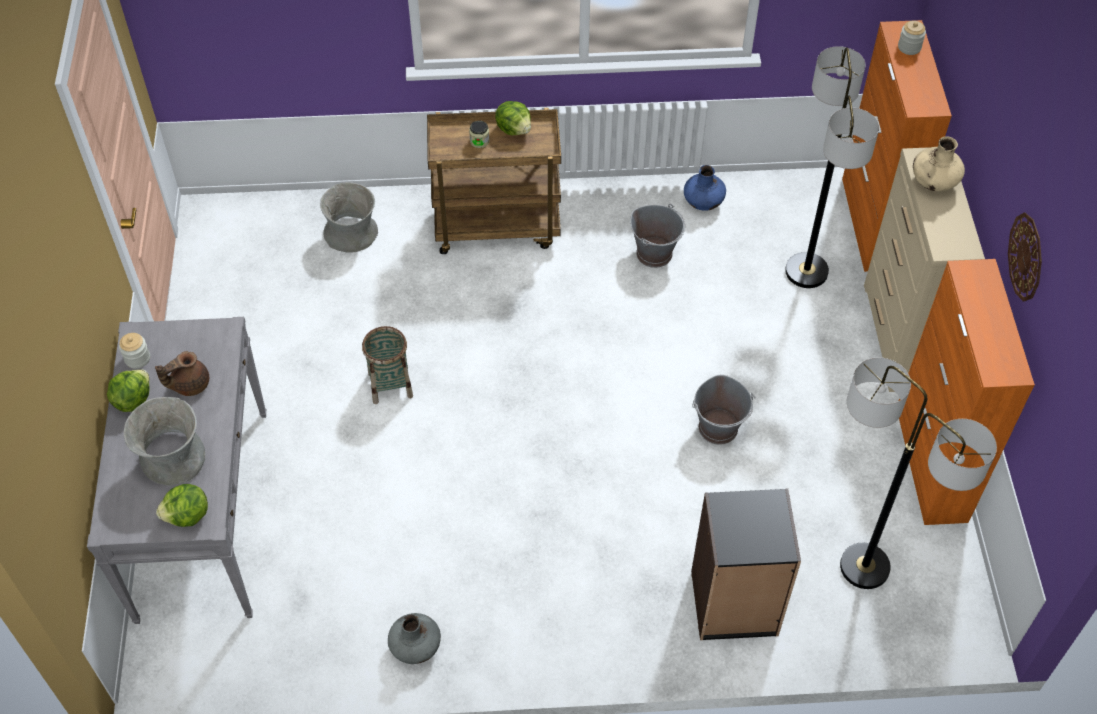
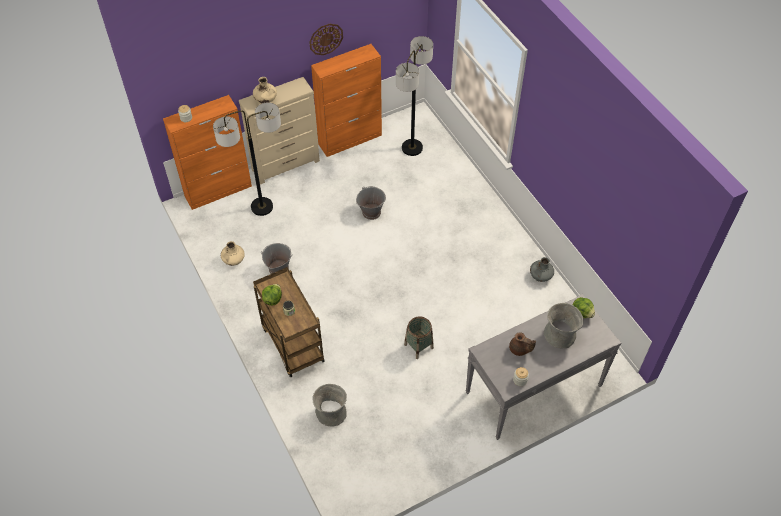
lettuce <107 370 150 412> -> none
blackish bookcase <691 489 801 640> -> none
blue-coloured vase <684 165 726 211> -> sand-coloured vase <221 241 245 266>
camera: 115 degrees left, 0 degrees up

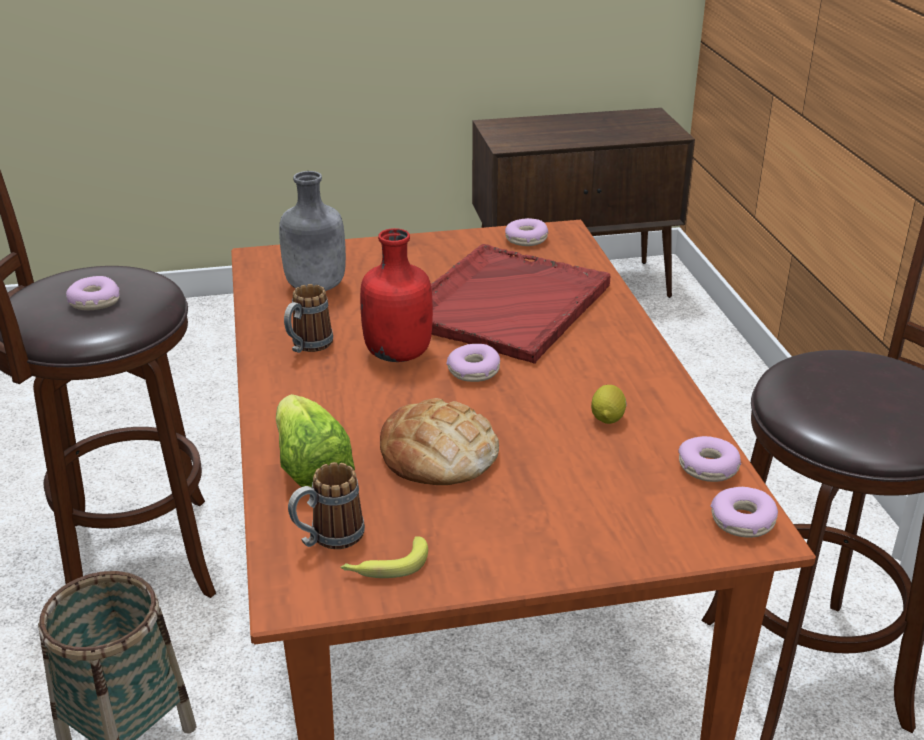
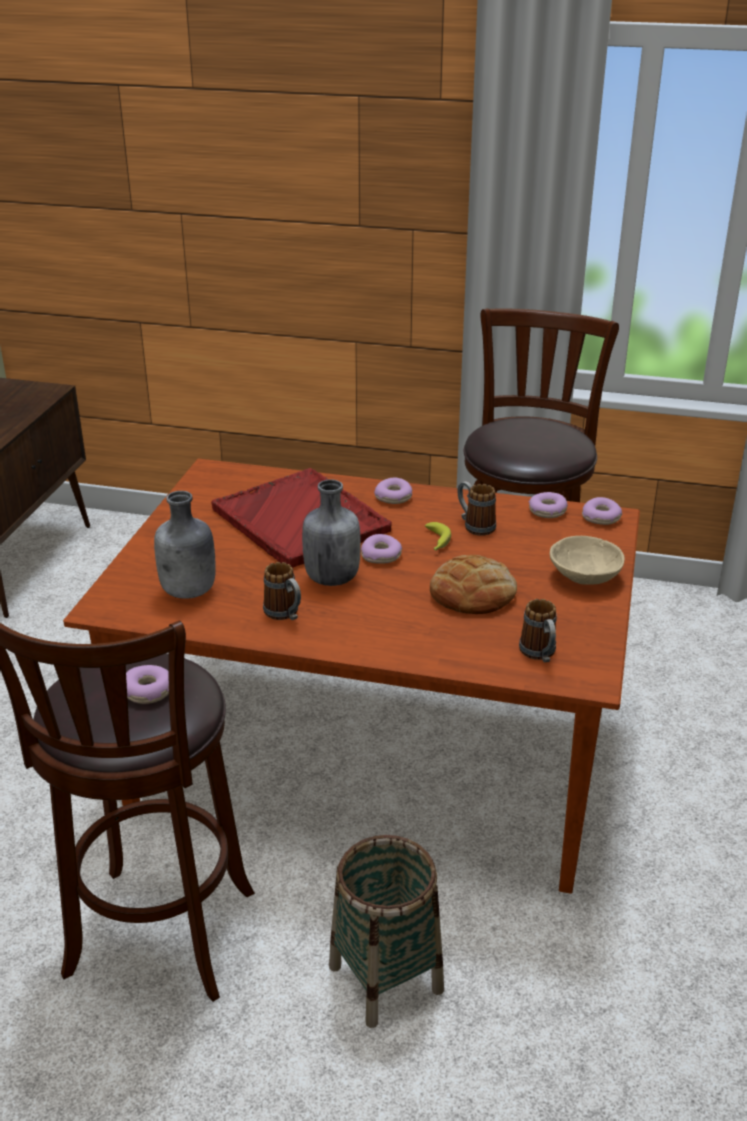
lettuce <276 394 355 488> -> none
none -> sand-coloured serving bowl <550 536 625 585>
whole banana <340 536 428 578> -> whole banana <425 522 451 551>, moved
doughnut <505 218 549 246> -> doughnut <374 477 413 504>, moved
citrus fruit <591 385 626 424> -> mug <458 481 496 536>
red-coloured bottle <360 228 433 362> -> greyish bottle <302 479 361 586>
camera: 65 degrees left, 0 degrees up

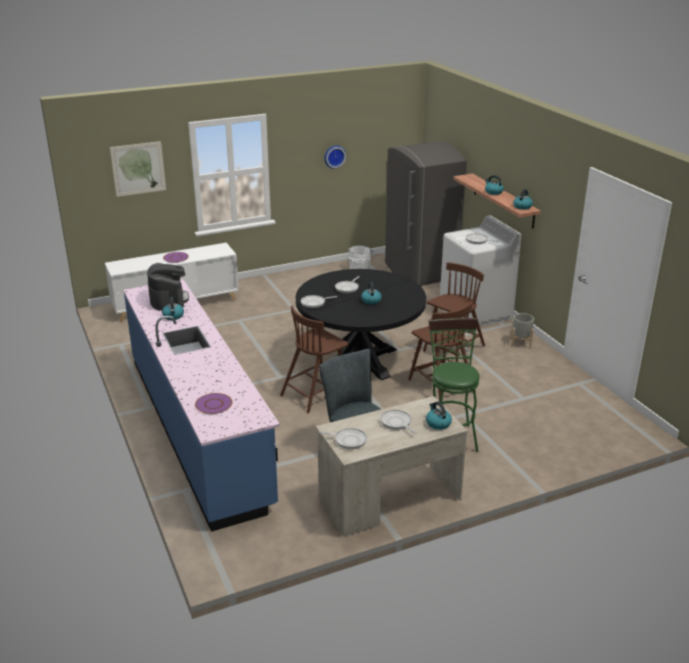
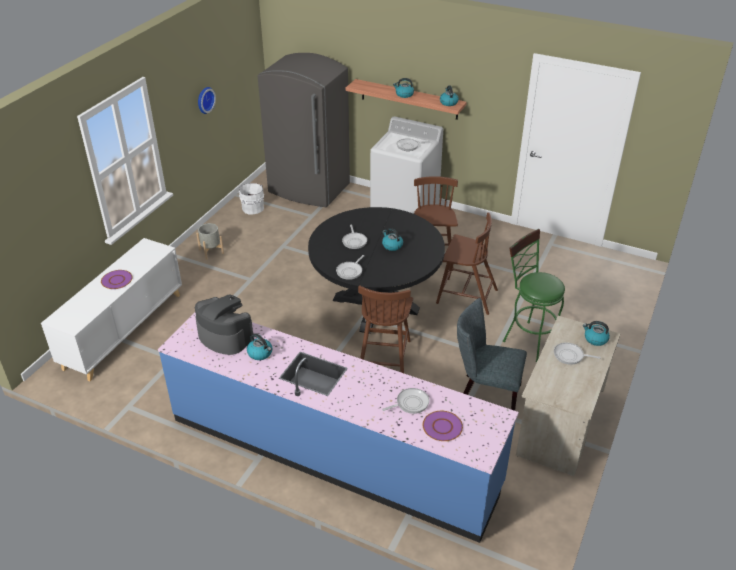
wall art <110 141 166 197> -> none
pan <319 428 367 449> -> pan <382 388 429 414>, moved
greyish flower pot <511 313 534 349> -> greyish flower pot <196 223 224 260>, moved
camera: 40 degrees left, 10 degrees up

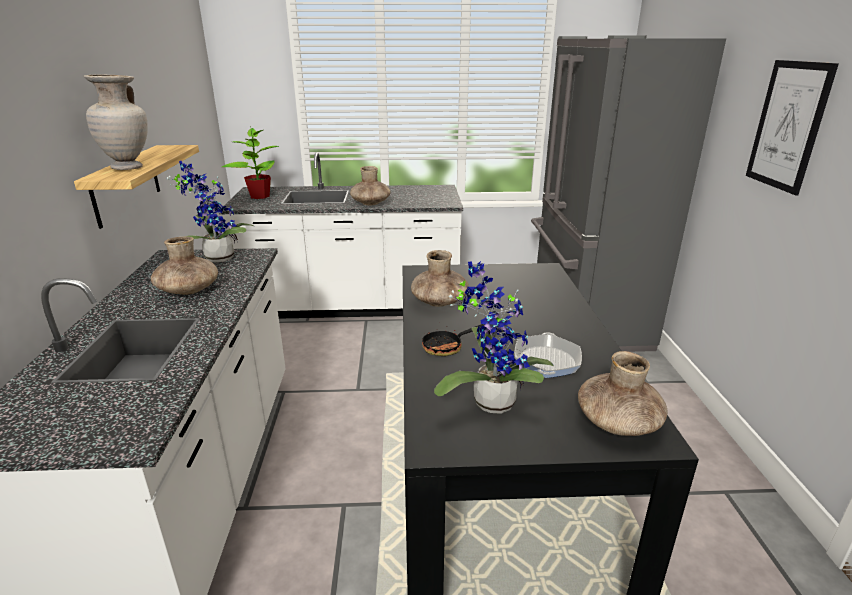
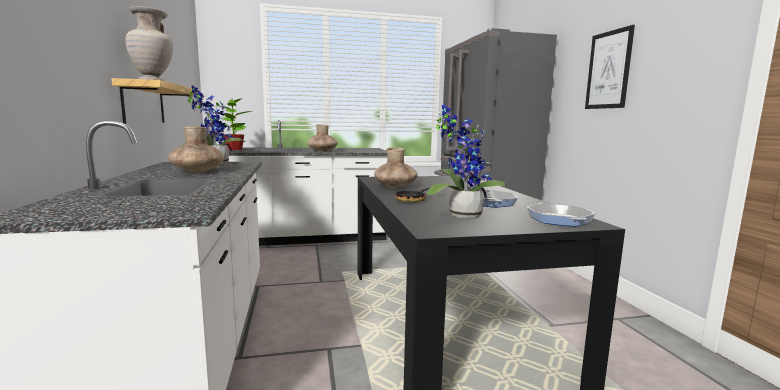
brown-coloured vase <578 351 668 436> -> pan <527 203 596 227>
camera: 10 degrees left, 15 degrees down

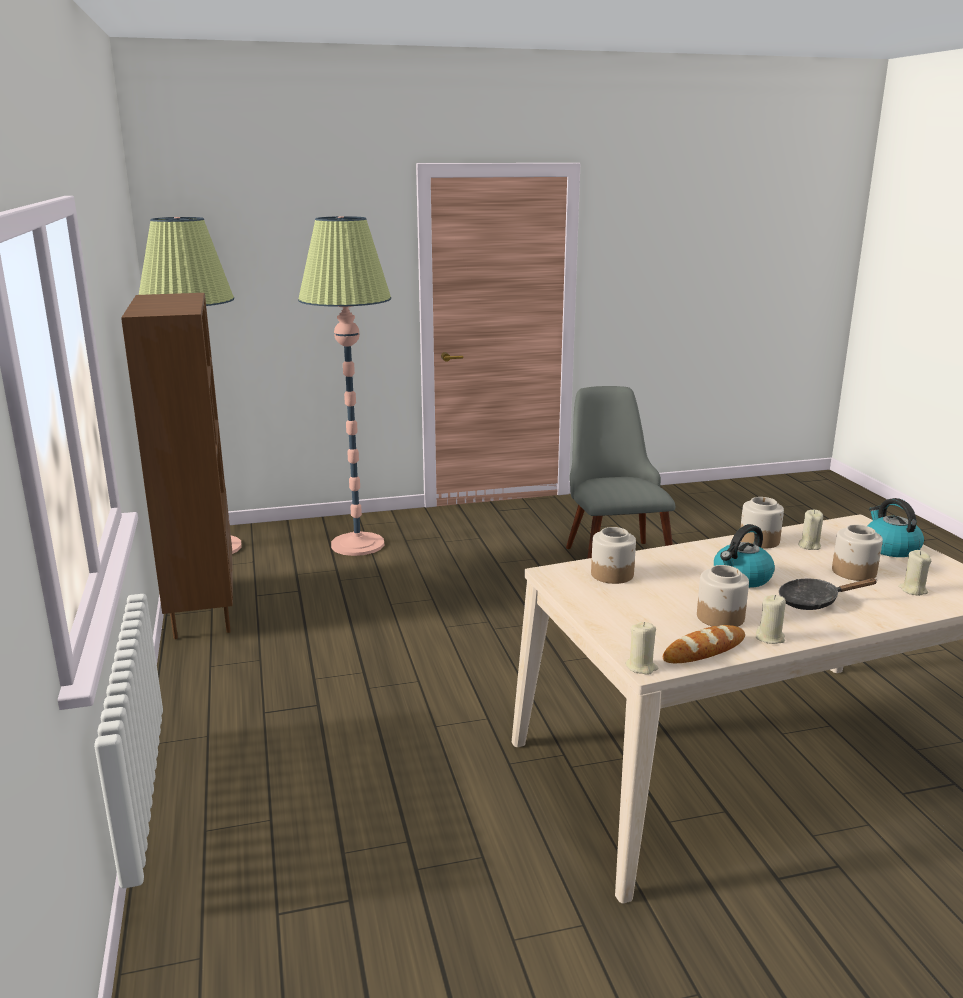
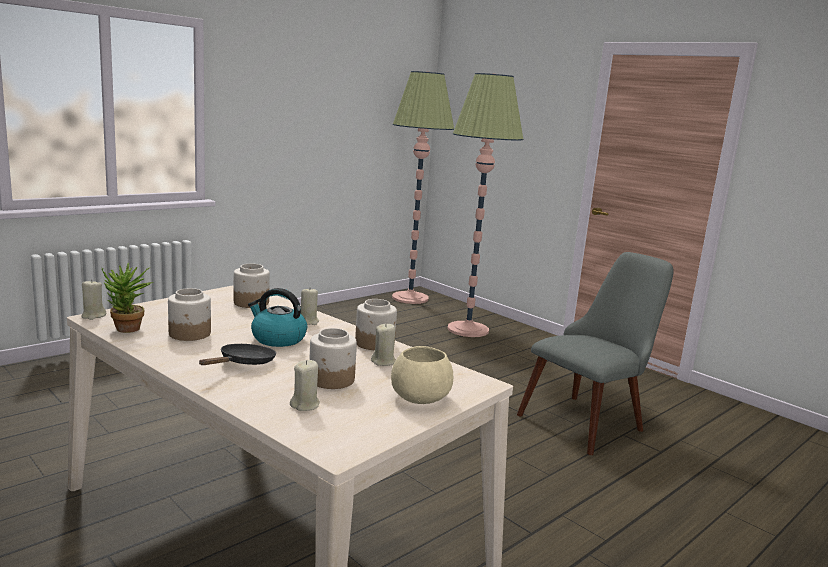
brown-coloured bookcase <121 293 233 639> -> none
sand-coloured wax candle <756 595 786 644> -> sand-coloured wax candle <301 289 319 325>, moved
bread <663 625 745 663> -> houseplant <102 262 153 333>
water kettle <868 498 924 557> -> sand-coloured serving bowl <391 346 453 404>
blackish pan <779 578 878 610> -> blackish pan <199 344 276 365>, 60 degrees clockwise
camera: 60 degrees right, 5 degrees down

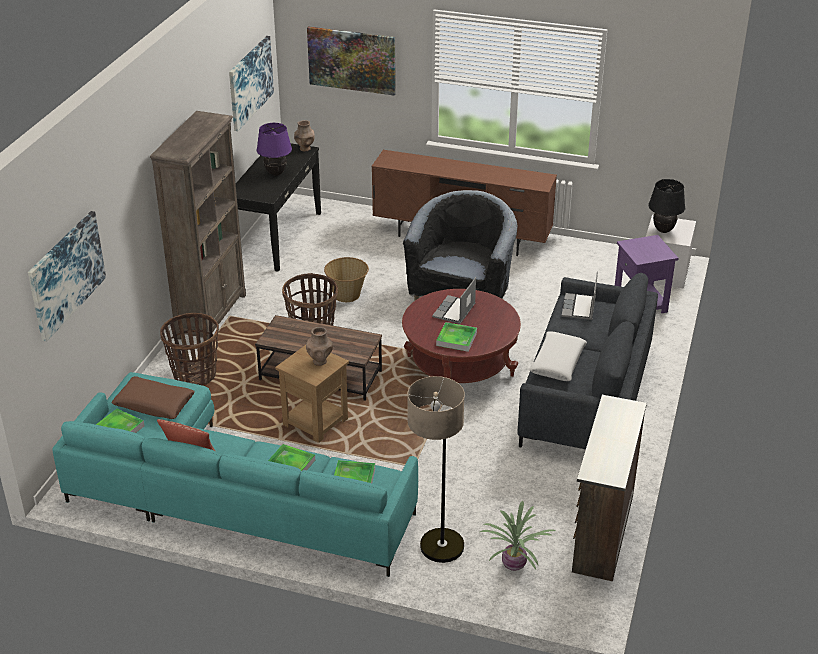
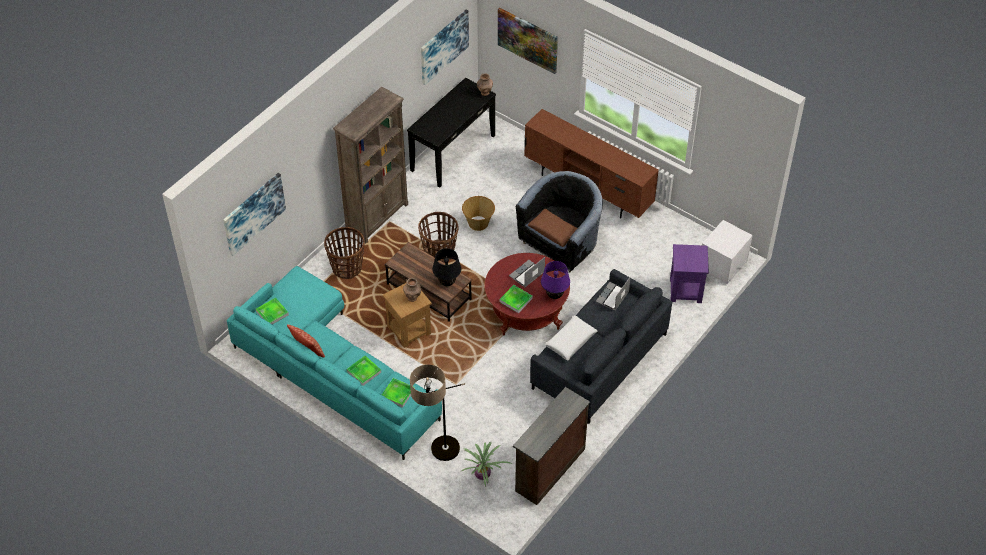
brown-coloured cushion <112 376 195 419> -> brown-coloured cushion <528 209 577 247>, moved
purplish tabletop lamp <257 123 292 176> -> purplish tabletop lamp <541 261 570 299>, moved
blackish tabletop lamp <648 179 685 233> -> blackish tabletop lamp <432 248 461 286>, moved
camera: 20 degrees right, 15 degrees up

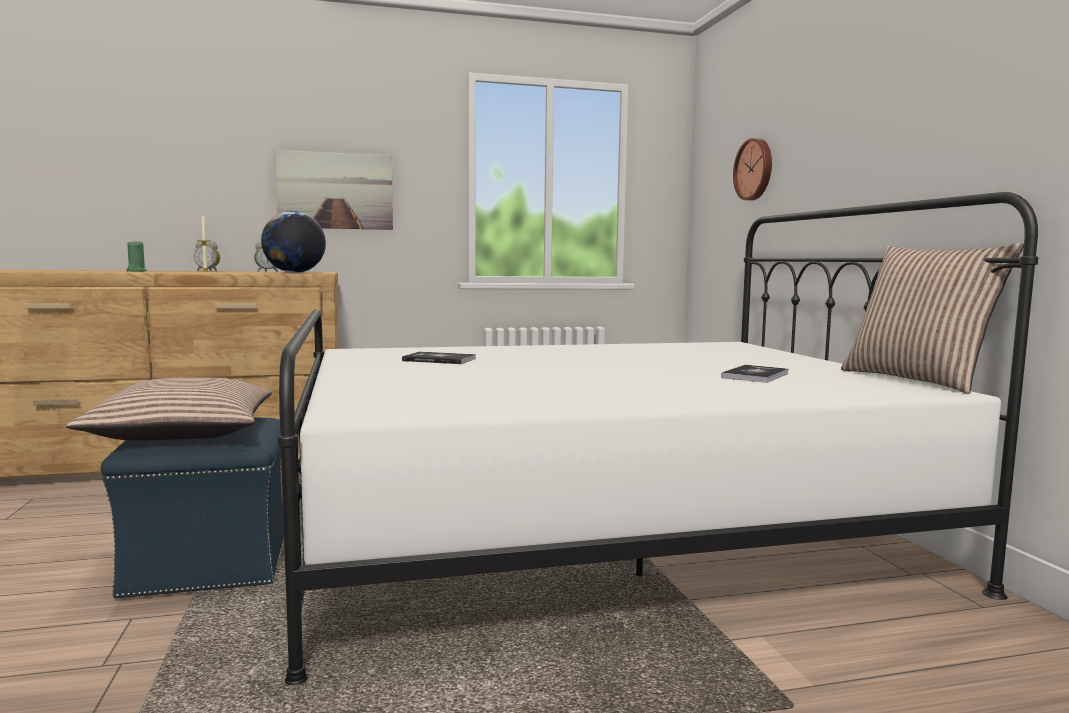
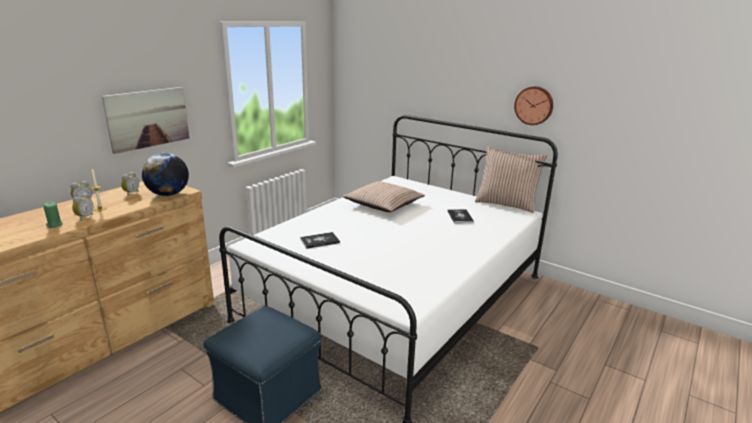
none -> bedside clock <72 193 93 221>
cushion <66 377 272 441> -> cushion <343 181 425 212>, moved
wall clock <733 138 772 201> -> wall clock <514 86 553 125>, moved
camera: 40 degrees left, 15 degrees up

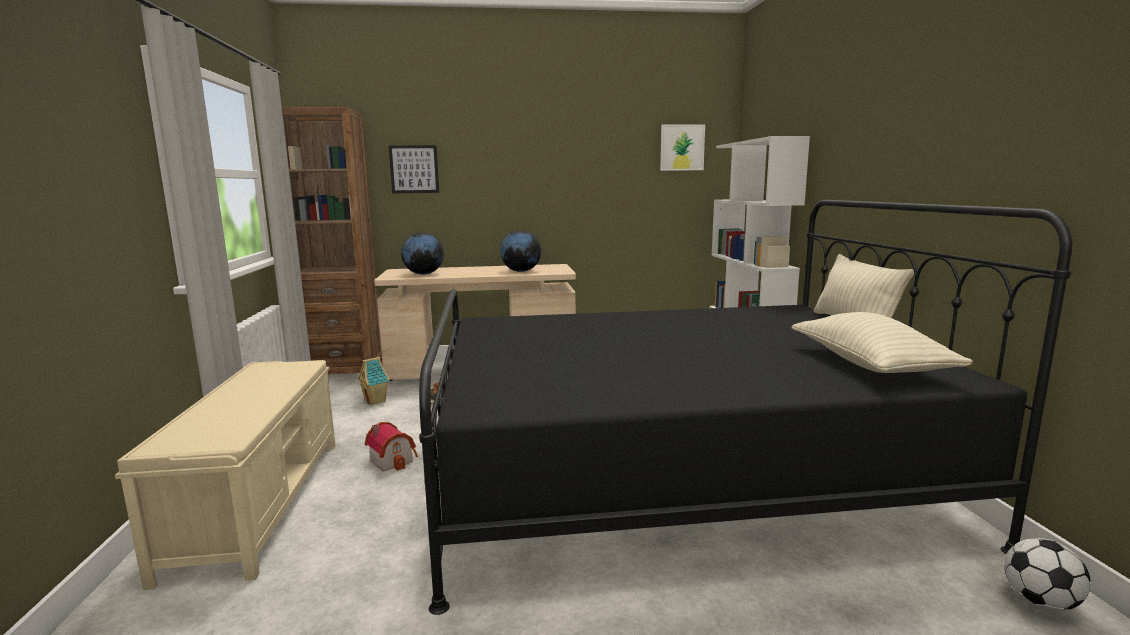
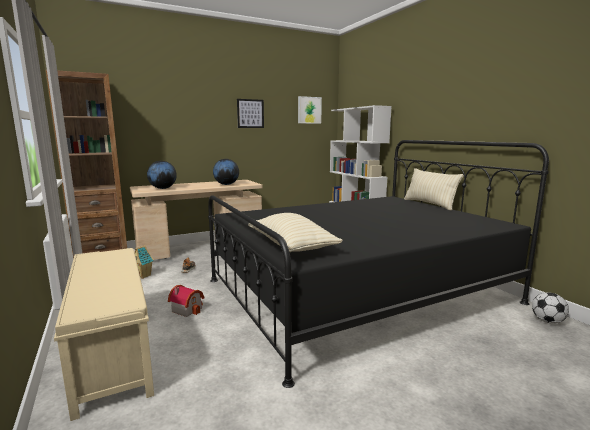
wall art <389 145 439 193> -> wall art <237 99 264 128>, moved
sand-coloured cushion <791 312 973 373> -> sand-coloured cushion <248 213 343 252>, moved
camera: 20 degrees left, 0 degrees up

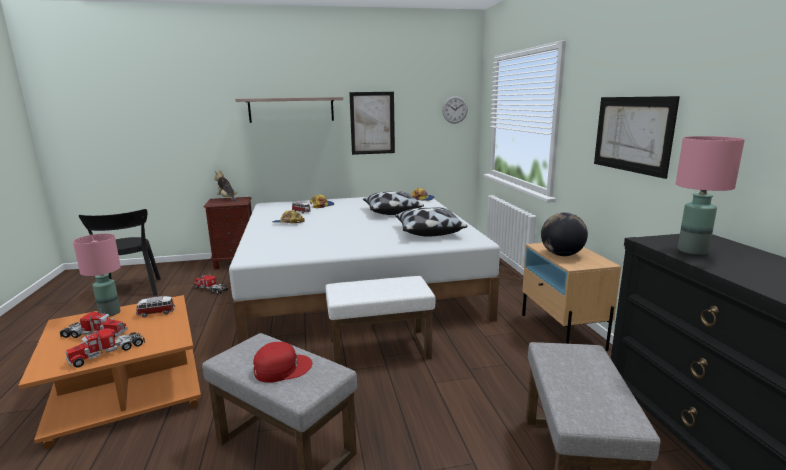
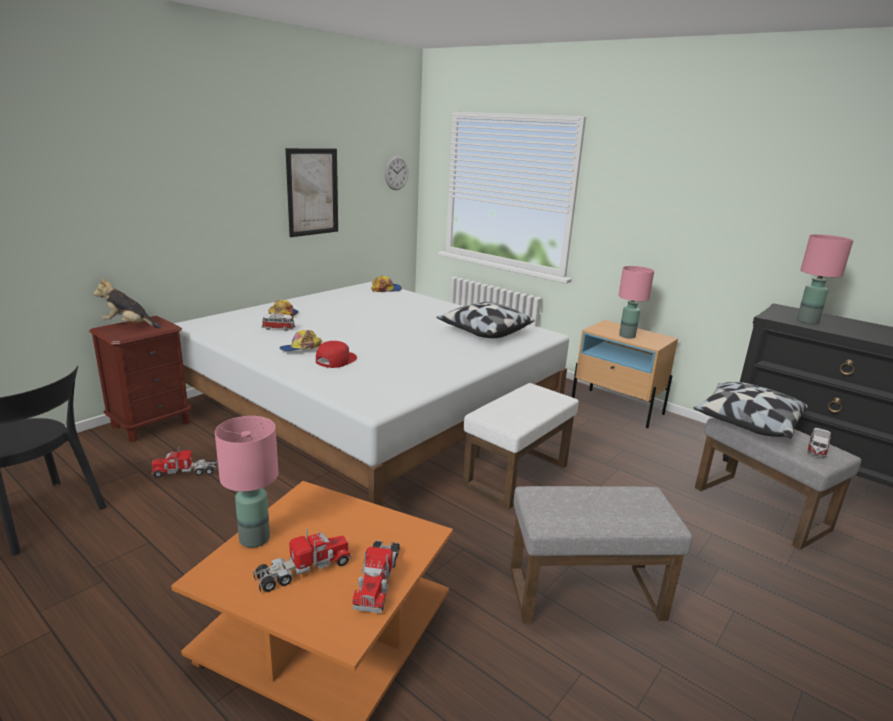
bracket shelf <235 97 343 123> -> none
wall art <594 96 680 179> -> none
model car <136 296 175 317> -> model car <807 428 831 457>, moved
red-coloured cap <253 342 312 383> -> red-coloured cap <316 341 357 368>, moved
cushion <363 191 424 215> -> cushion <694 382 808 439>, moved
globe <541 212 588 256> -> pink tabletop lamp <619 266 654 339>
camera: 40 degrees left, 5 degrees up

